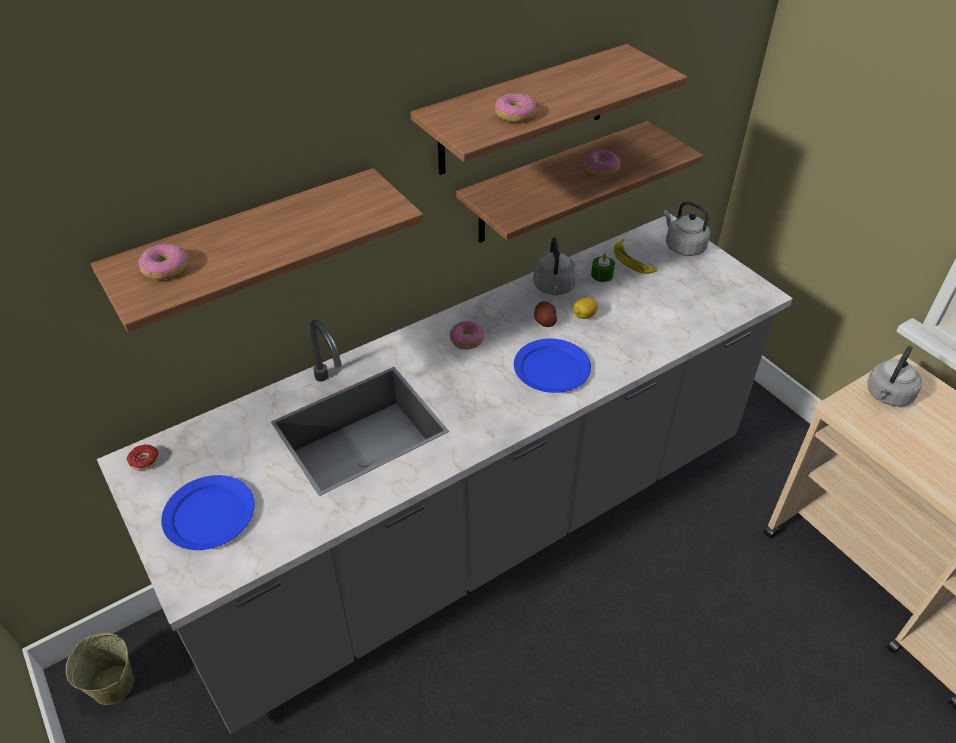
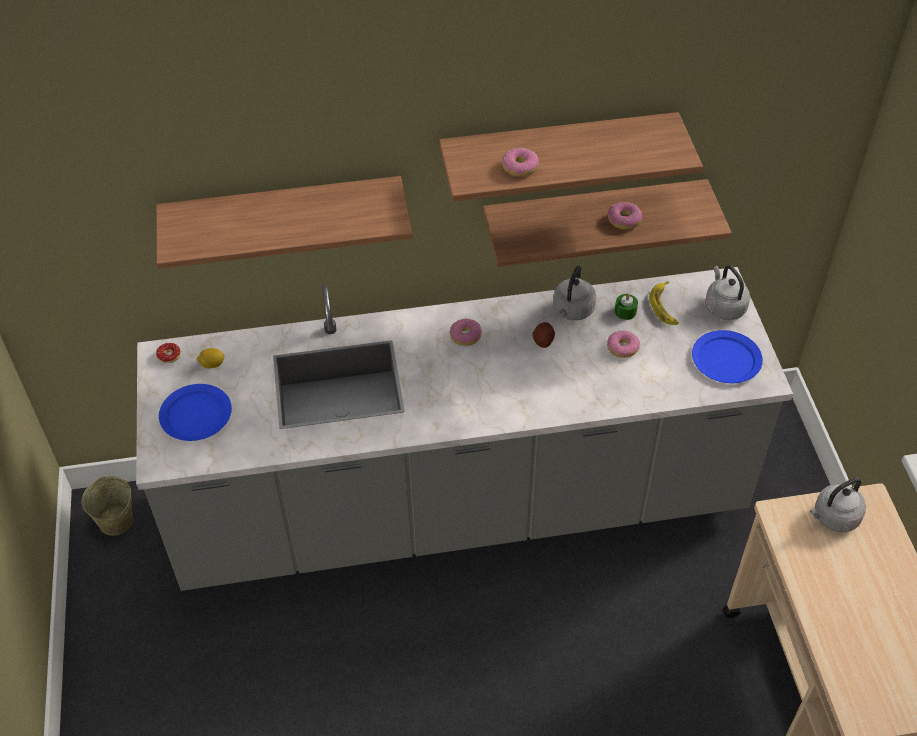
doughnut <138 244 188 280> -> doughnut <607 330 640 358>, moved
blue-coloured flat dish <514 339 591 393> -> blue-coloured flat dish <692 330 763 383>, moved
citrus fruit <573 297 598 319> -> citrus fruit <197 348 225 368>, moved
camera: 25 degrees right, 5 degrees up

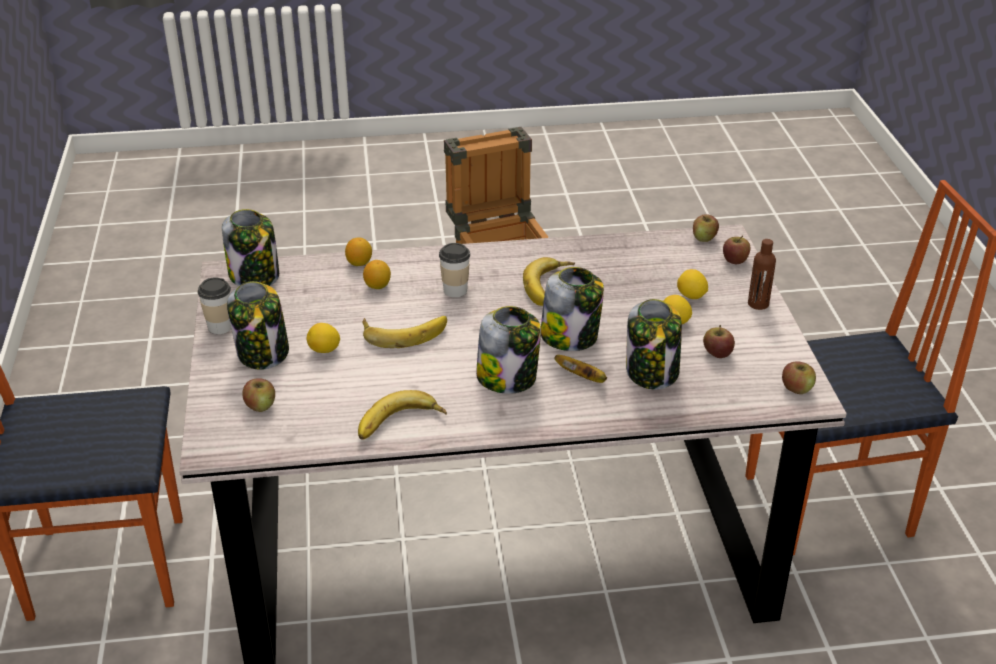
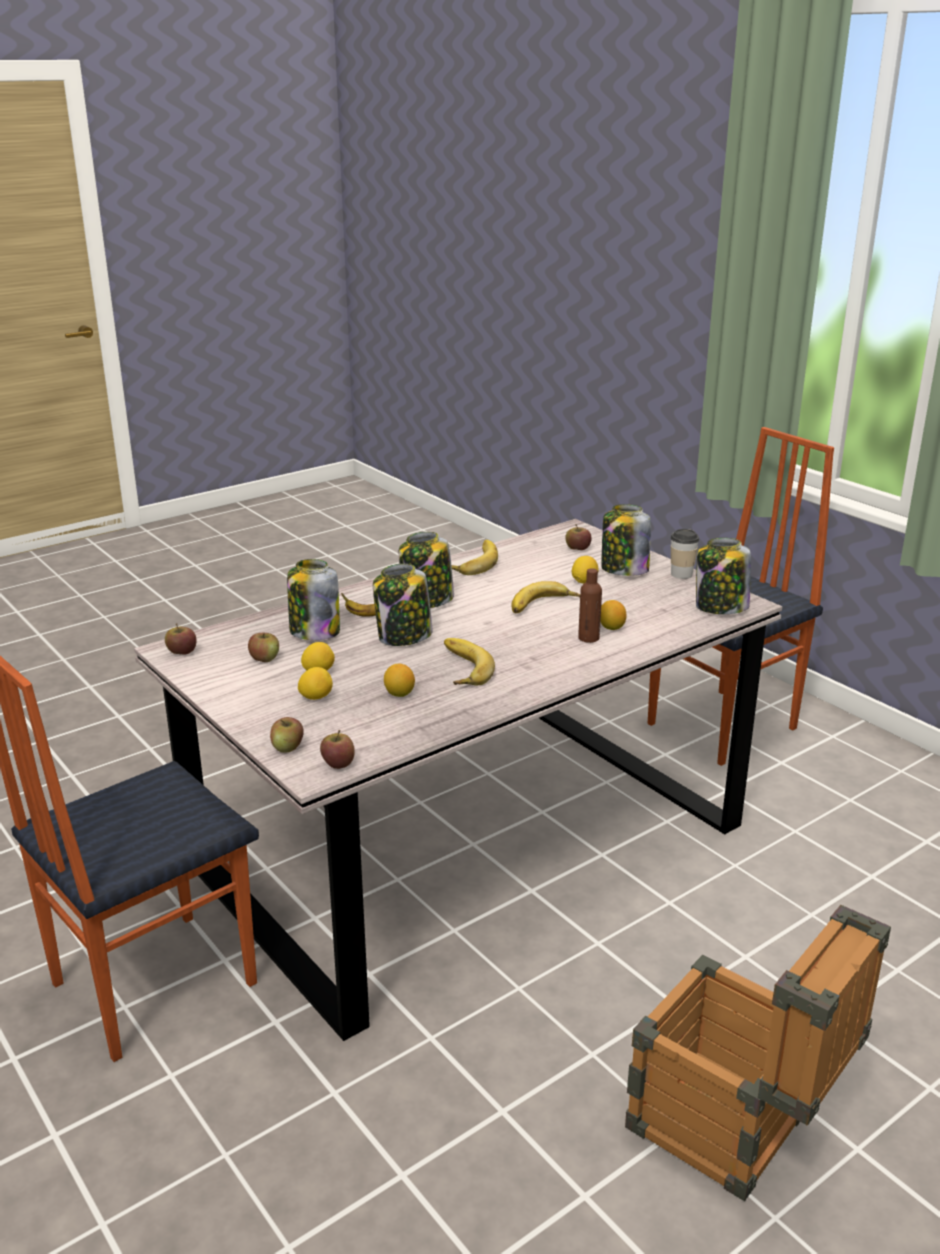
drinking cup <439 243 470 297> -> none
citrus fruit <345 237 372 266> -> citrus fruit <384 664 415 697>, moved
brown-coloured bottle <748 239 776 310> -> brown-coloured bottle <578 568 602 643>, moved
camera: 150 degrees right, 10 degrees down

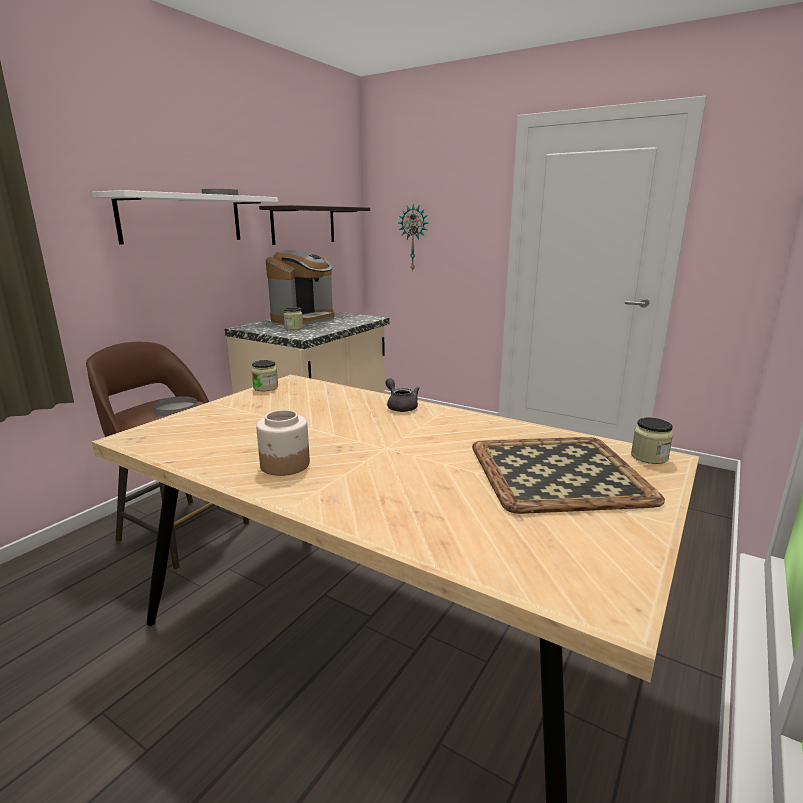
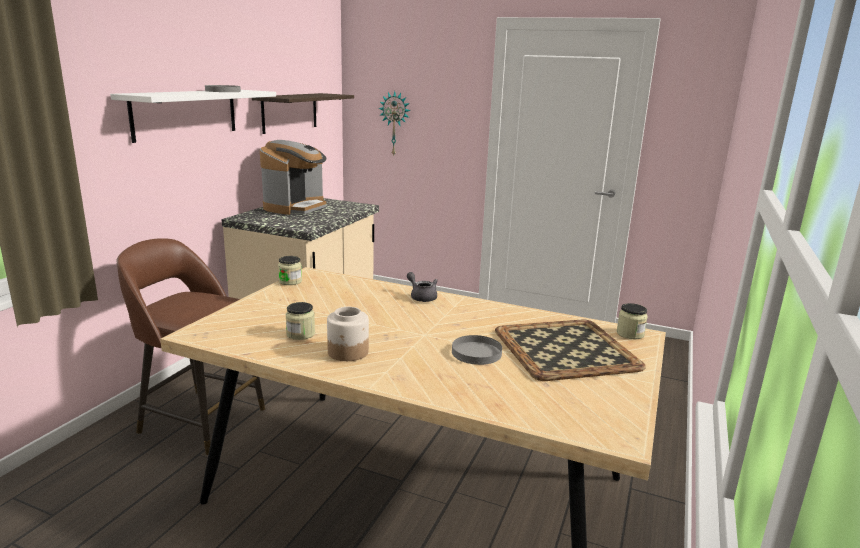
greyish flat dish <153 396 198 416> -> greyish flat dish <452 335 502 365>, moved
preserve jar <284 307 303 330> -> preserve jar <285 302 315 340>, moved
camera: 10 degrees left, 0 degrees up

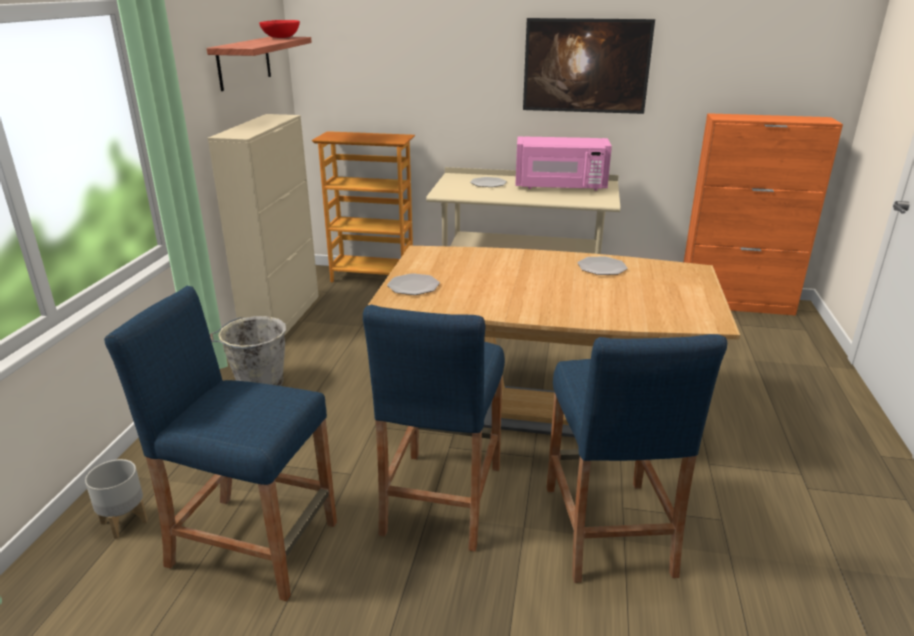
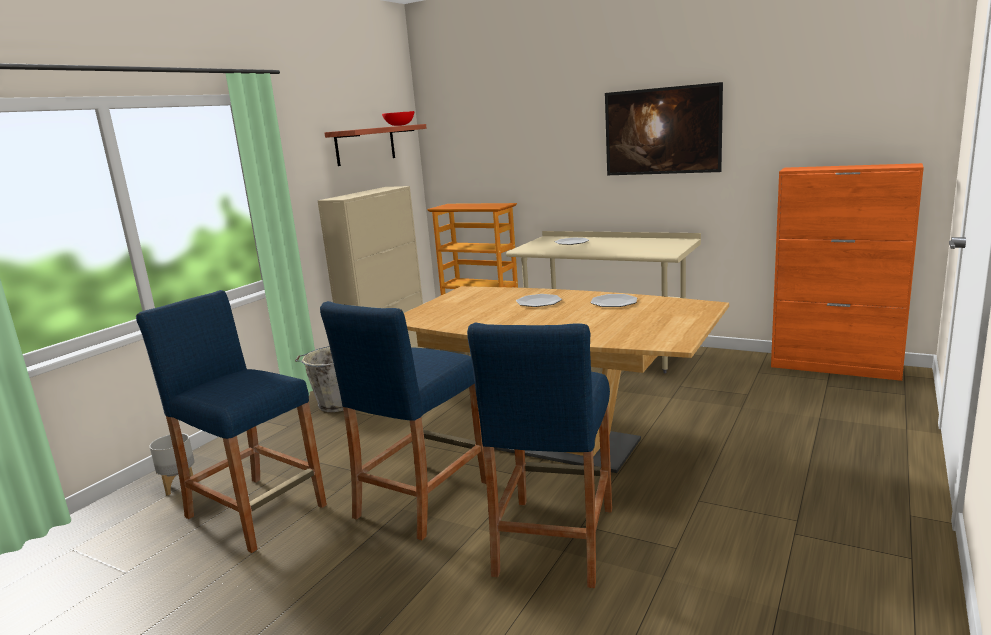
pink kitchen microwave <515 136 612 191> -> none
flat dish <387 273 440 295> -> flat dish <516 294 562 307>, moved
camera: 20 degrees right, 10 degrees down

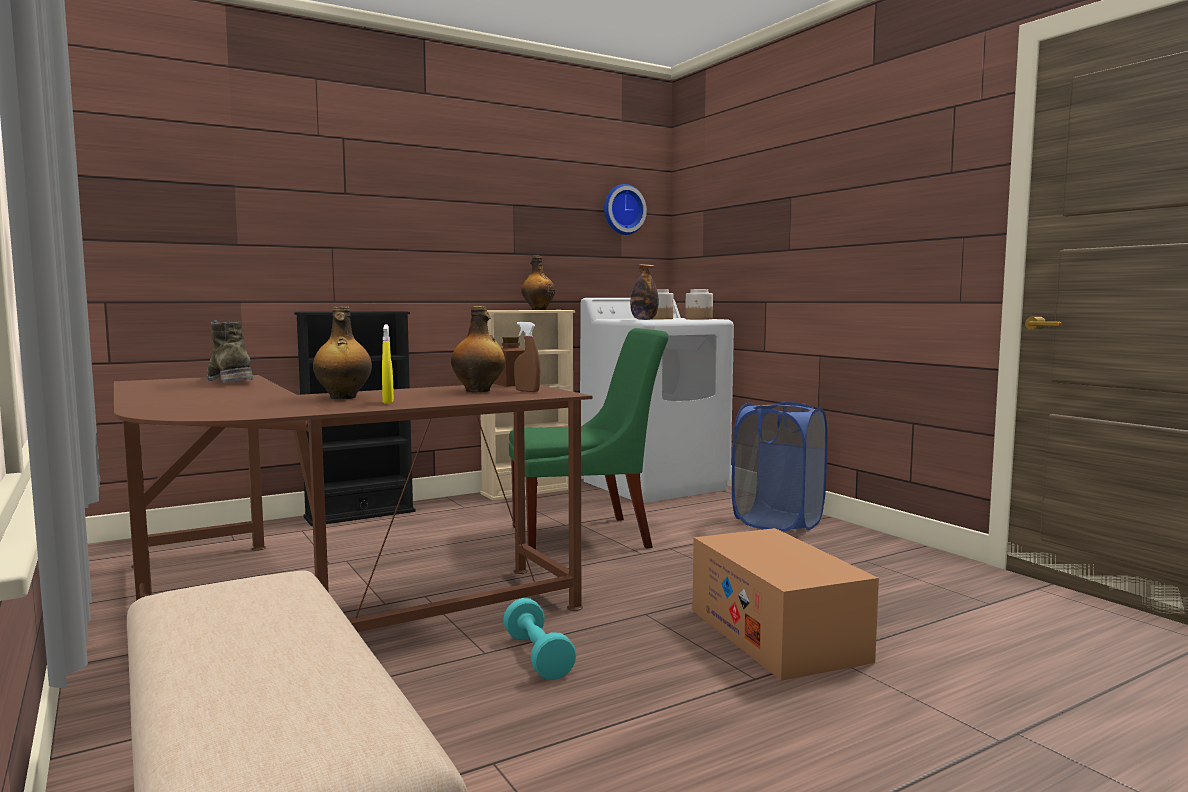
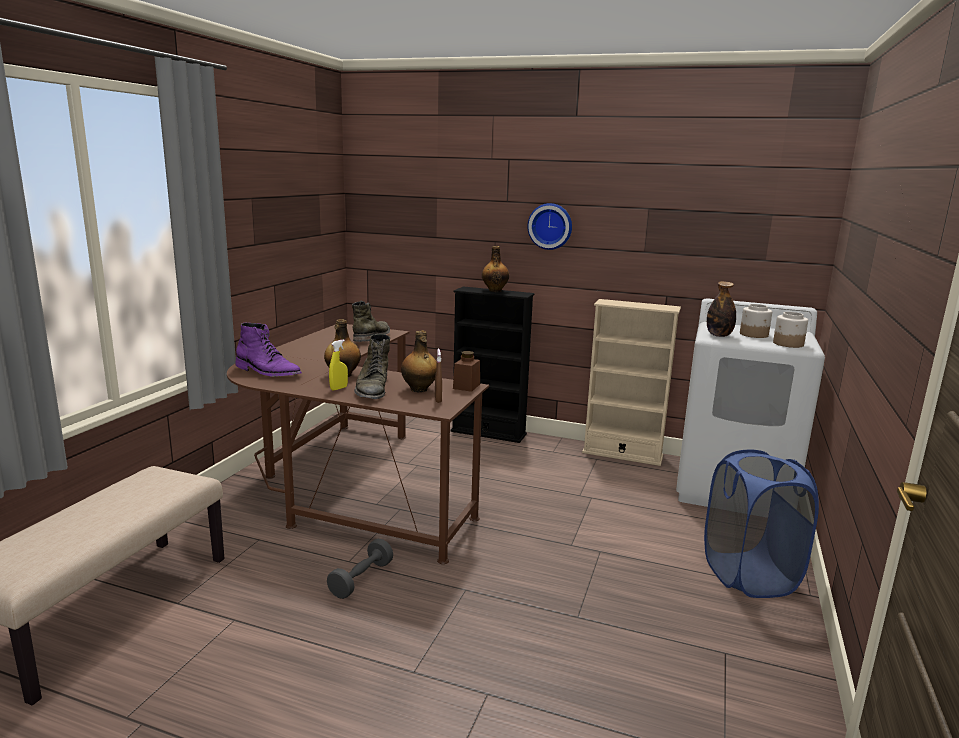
green plain chair <509 328 669 549> -> none
carton <692 528 879 681> -> none
none -> purplish high-top boot <235 323 302 377>
none -> green high-top boot <354 334 390 399>
bottle <521 256 555 310> -> bottle <482 246 509 292>, moved
wall clock <604 184 647 235> -> wall clock <527 203 572 250>, moved
turquoise dumbbell <503 598 577 680> -> greyish dumbbell <327 539 393 599>
camera: 50 degrees right, 10 degrees up

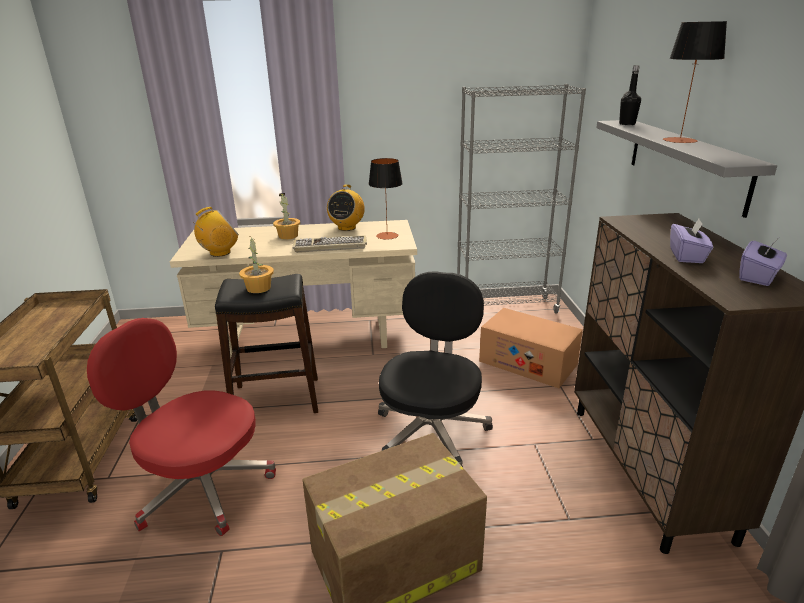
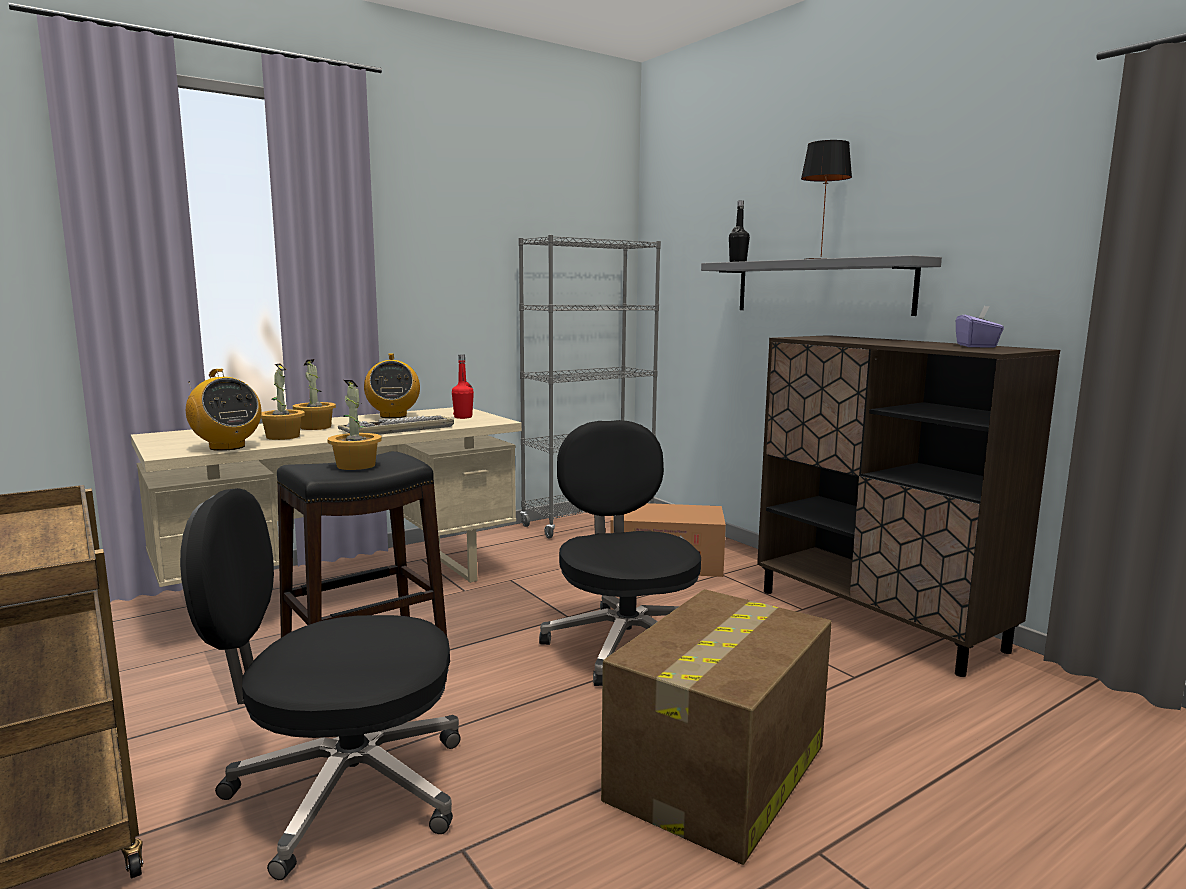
purplish tissue holder <670 219 713 263> -> none
none -> houseplant <261 364 305 440>
tabletop lamp <369 158 403 240> -> red-coloured bottle <452 355 474 419>
red-coloured office chair <87 318 276 536> -> blackish office chair <180 488 461 880>
radio <193 207 239 257> -> radio <186 369 262 451>, 105 degrees clockwise
camera: 30 degrees left, 15 degrees down

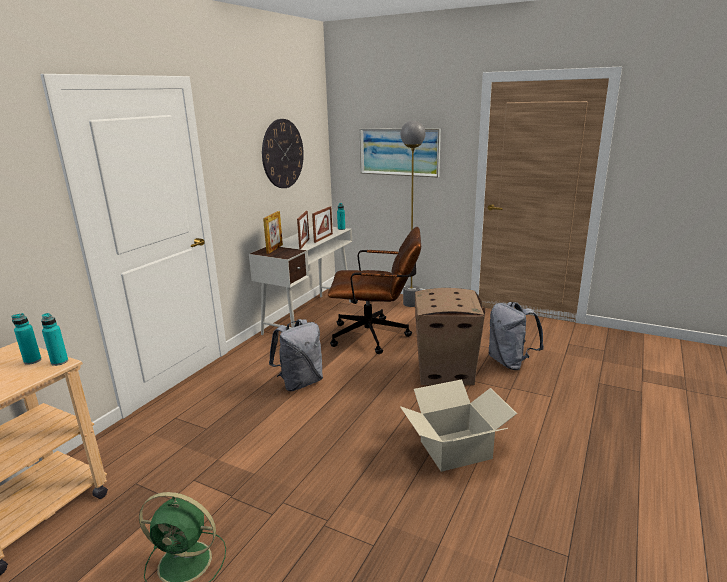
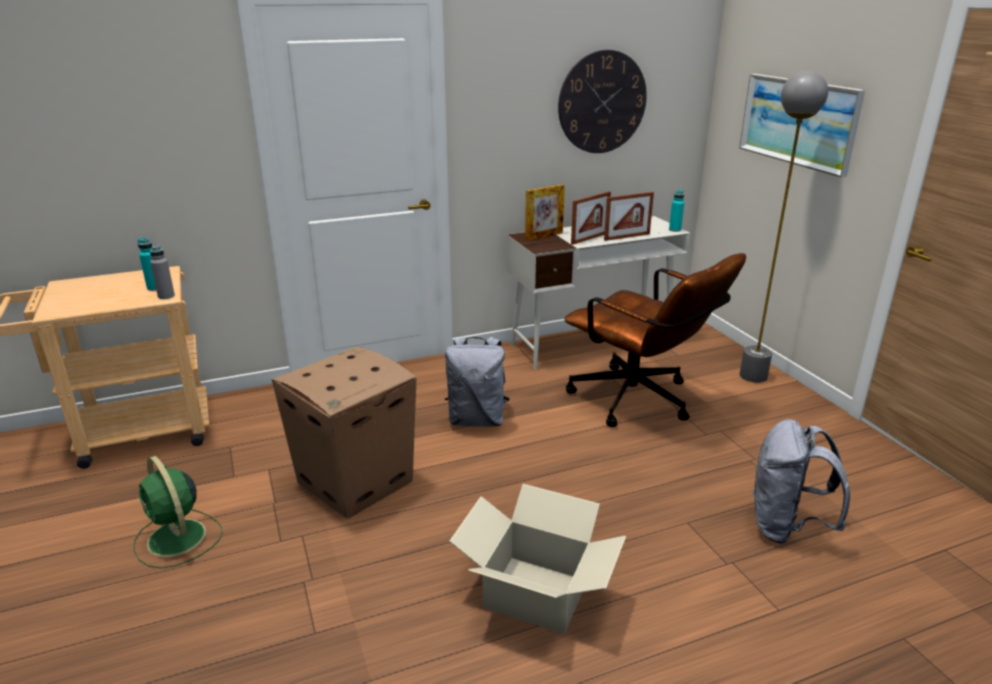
carton <415 288 485 385> -> carton <272 347 416 519>, moved
turquoise bottle <41 313 68 366> -> greyish bottle <150 244 175 299>
camera: 40 degrees right, 5 degrees up

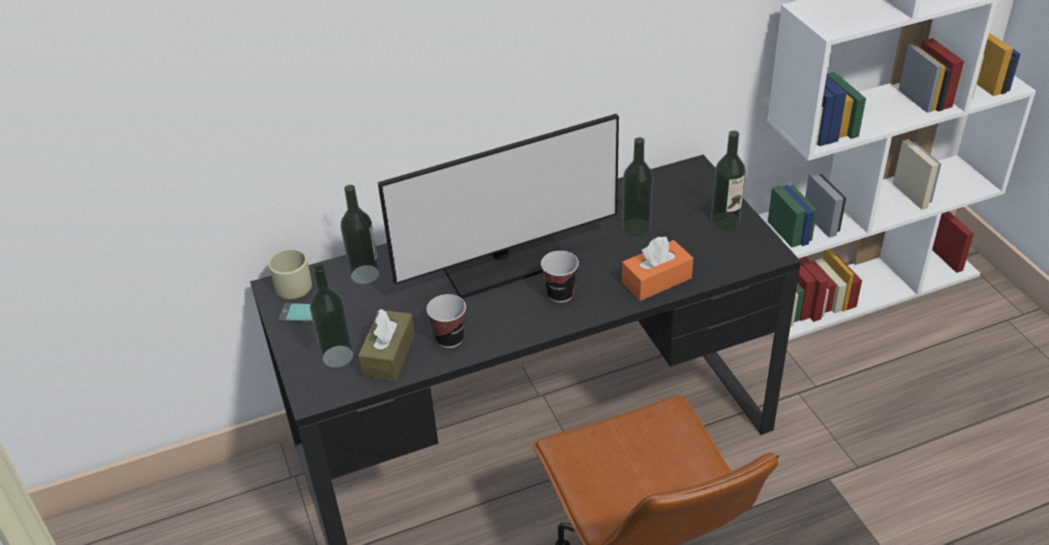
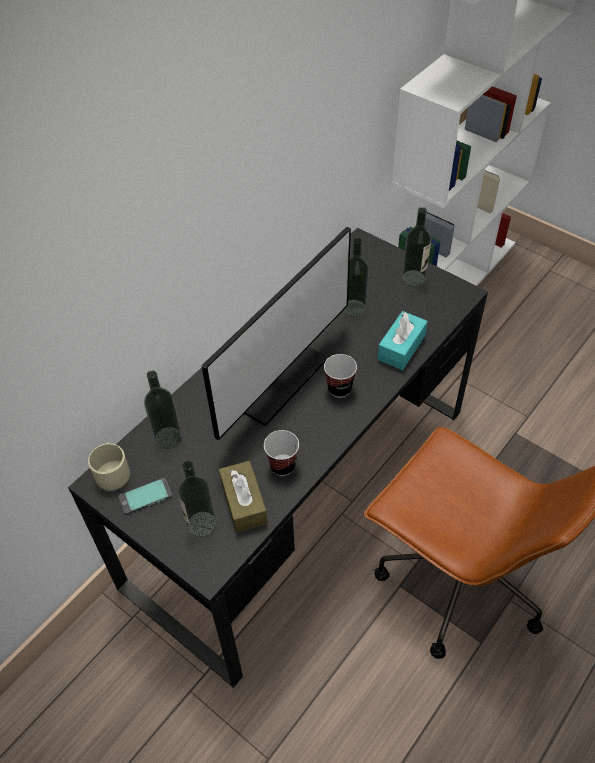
orange-coloured tissue holder <622 237 693 301> -> turquoise tissue holder <378 311 428 370>
camera: 30 degrees left, 10 degrees up

